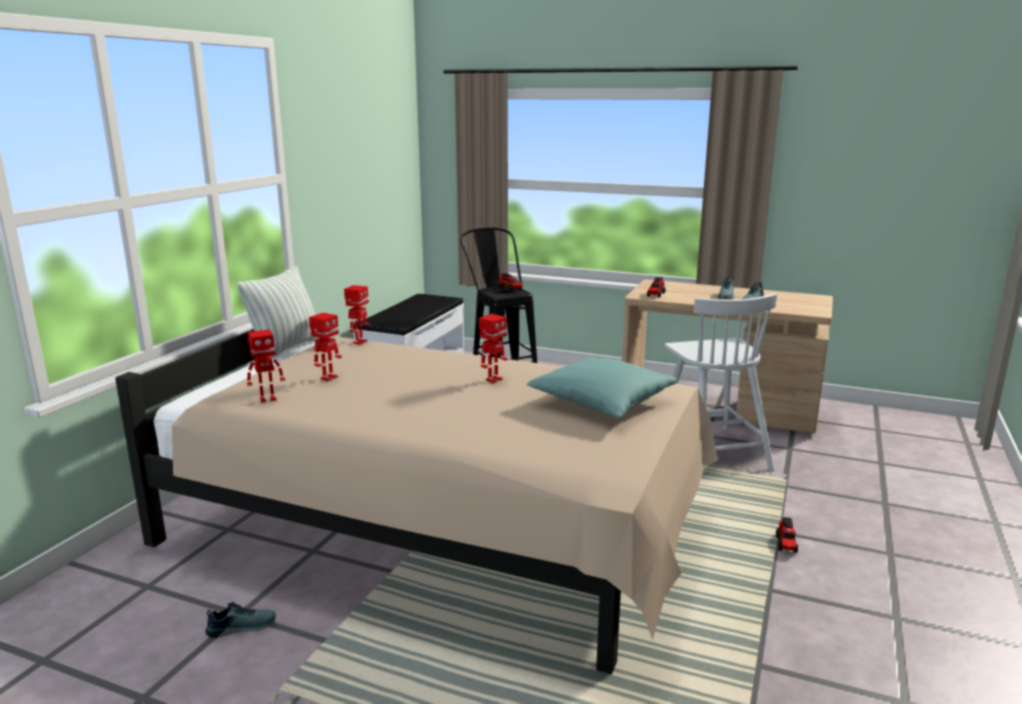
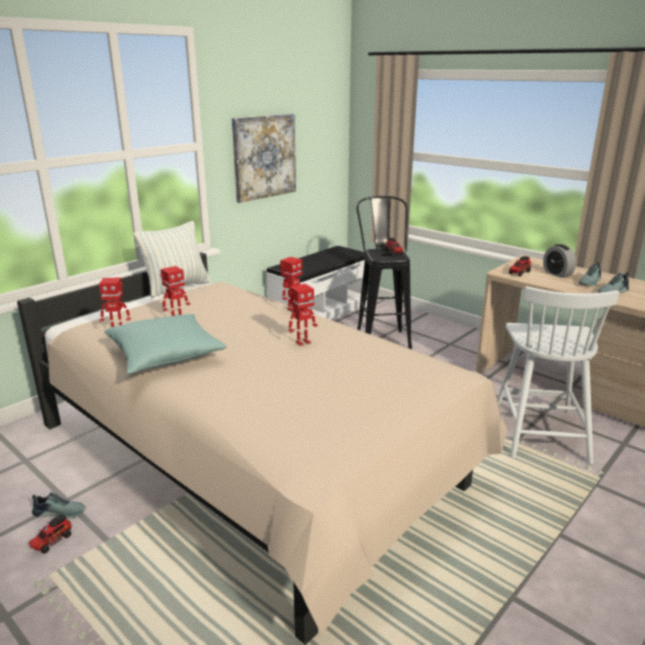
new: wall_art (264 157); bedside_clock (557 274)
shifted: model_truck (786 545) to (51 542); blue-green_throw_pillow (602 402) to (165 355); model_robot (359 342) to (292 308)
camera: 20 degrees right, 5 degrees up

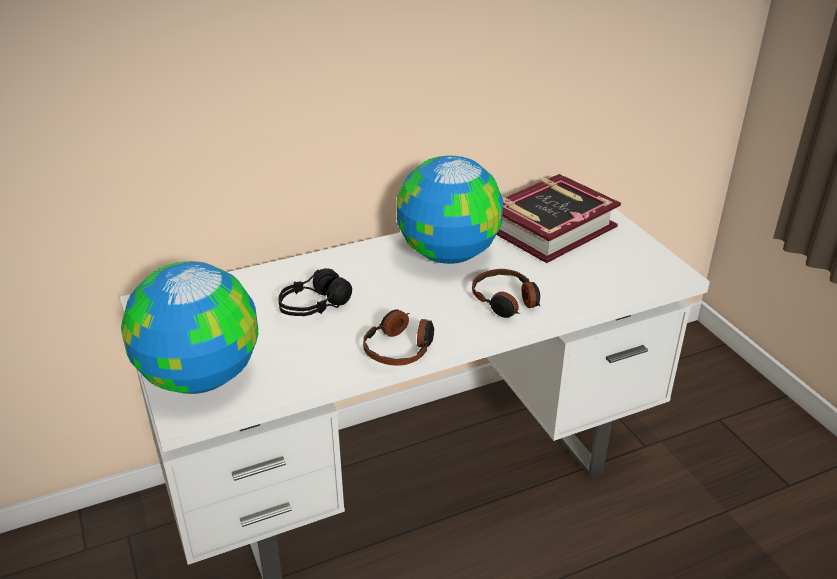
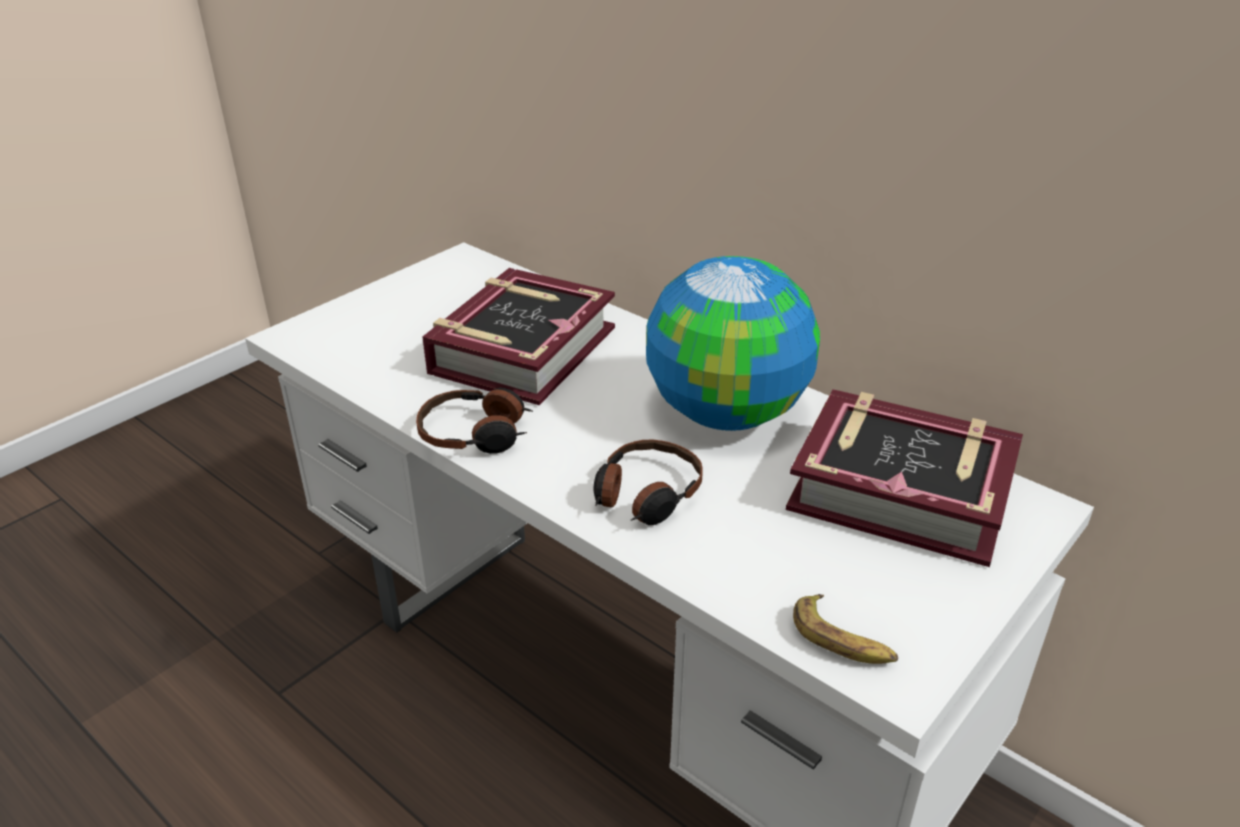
gone: desk_globe (199 377)
new: banana_fruit (842 640)
swapped: blackish_headset (314 306) to bound_book (522 350)
camera: 65 degrees right, 0 degrees up

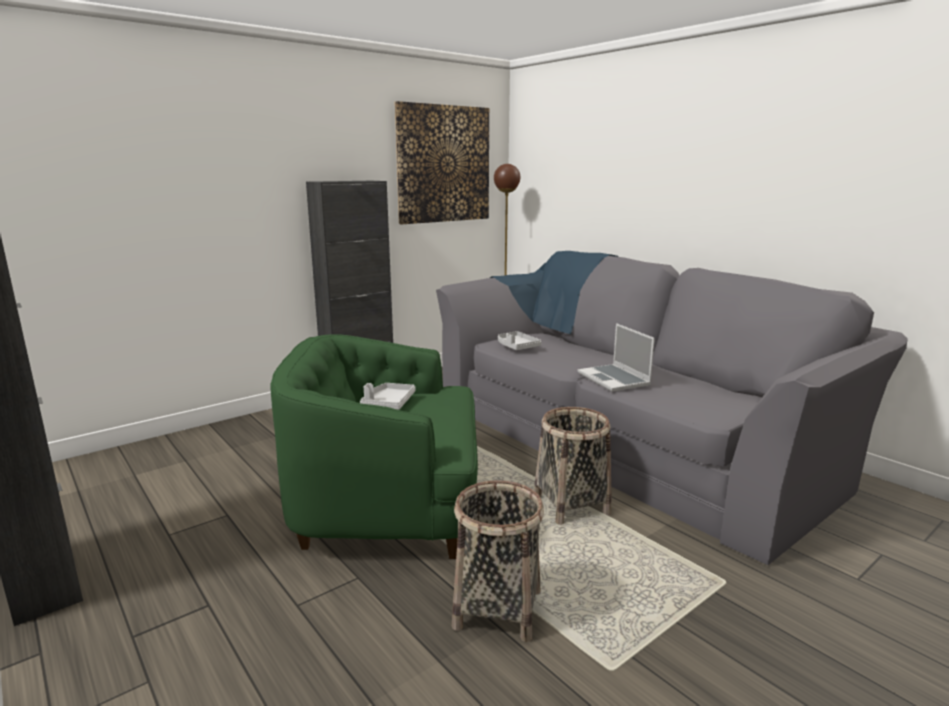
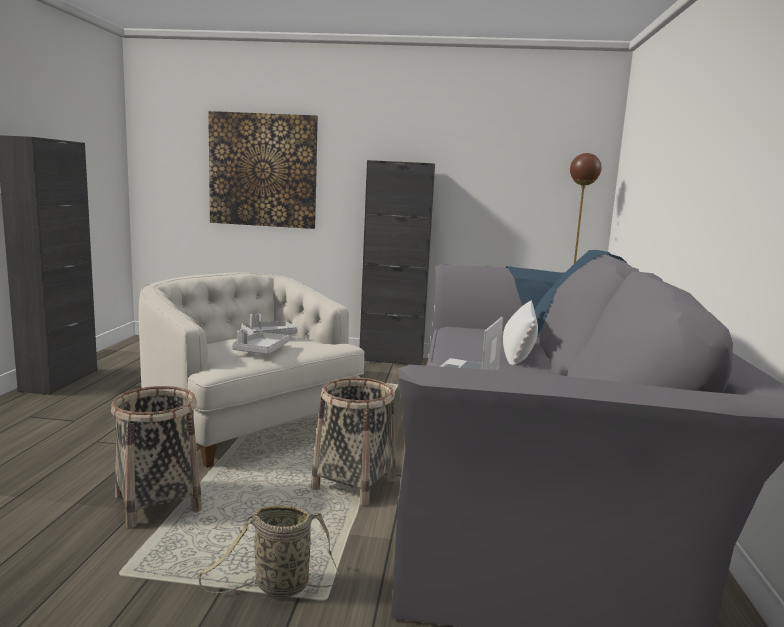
new: basket (277 587); white_throw_pillow (518 352)
shifted: wall_art (443 164) to (263 170); gray_serving_tray (516 347) to (261 350)
repainted: greenish_lounge_chair (390 504) to white_lounge_chair (250 423)
camera: 45 degrees right, 5 degrees down

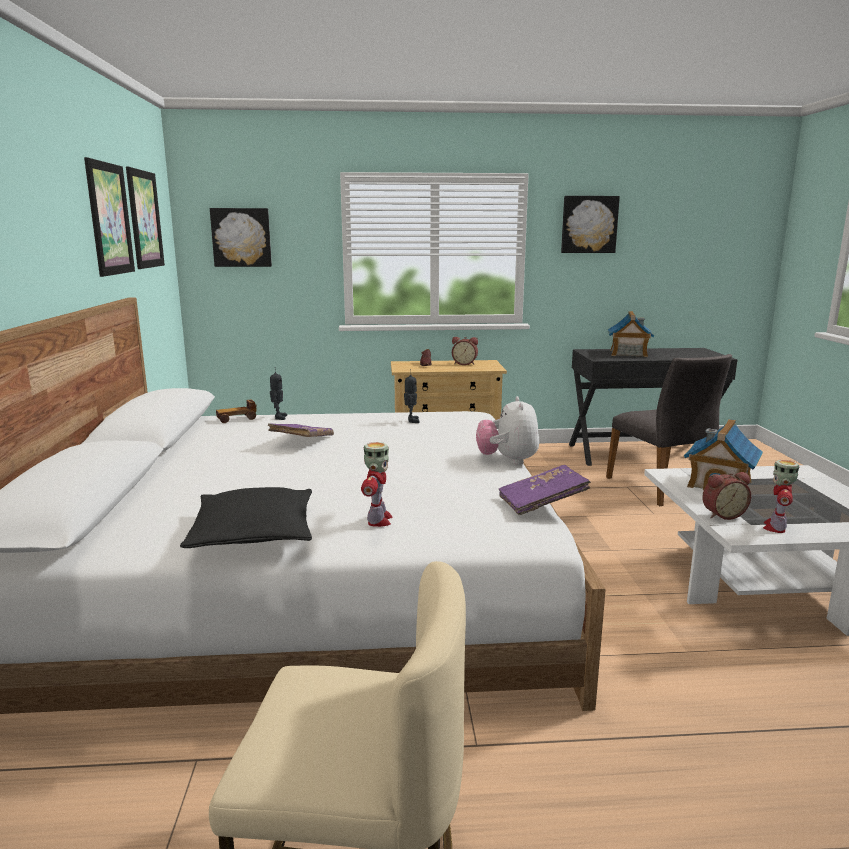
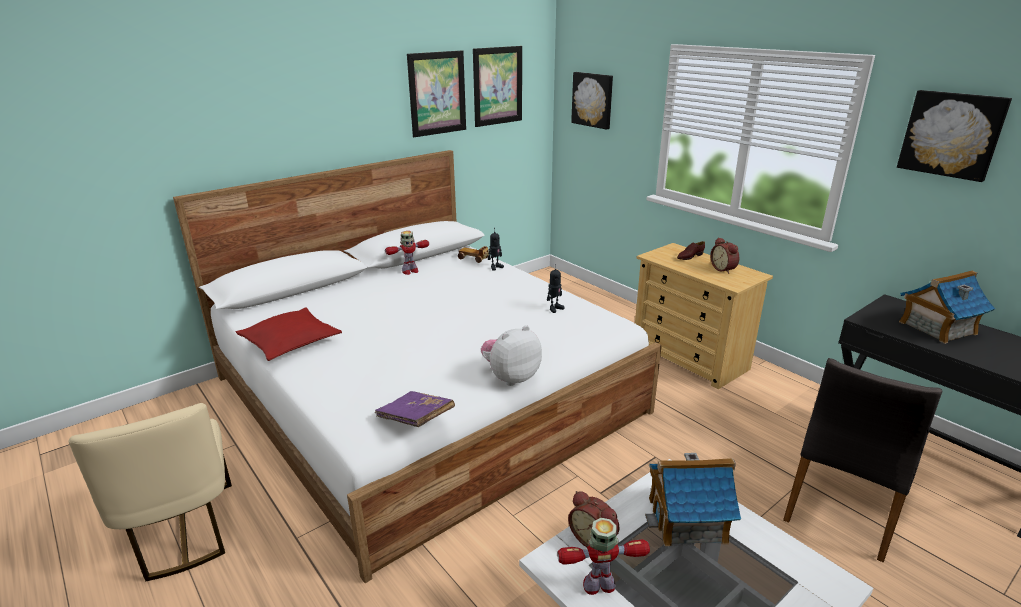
gone: purple_bound_book (302 441)
shifted: model_robot (378 520) to (409 271)
repainted: blackish_throw_pillow (253 533) to reddish_throw_pillow (290 342)
camera: 55 degrees right, 10 degrees up

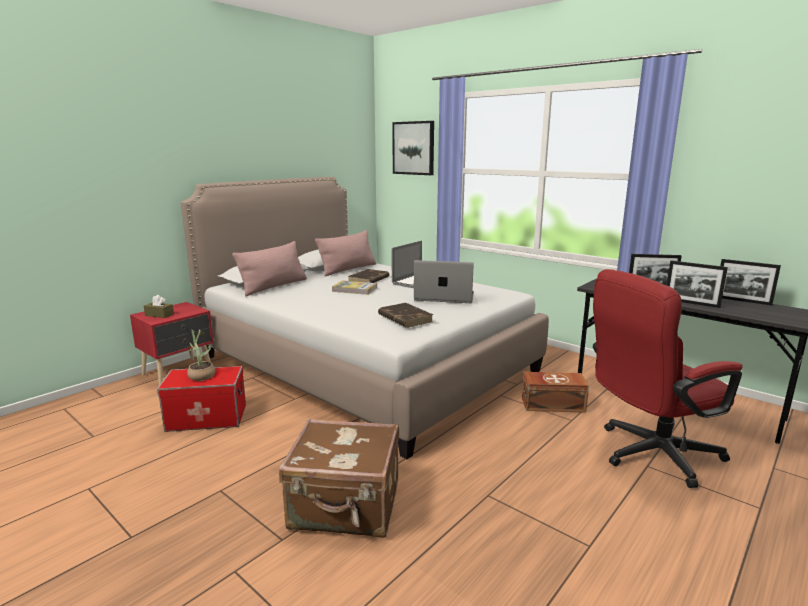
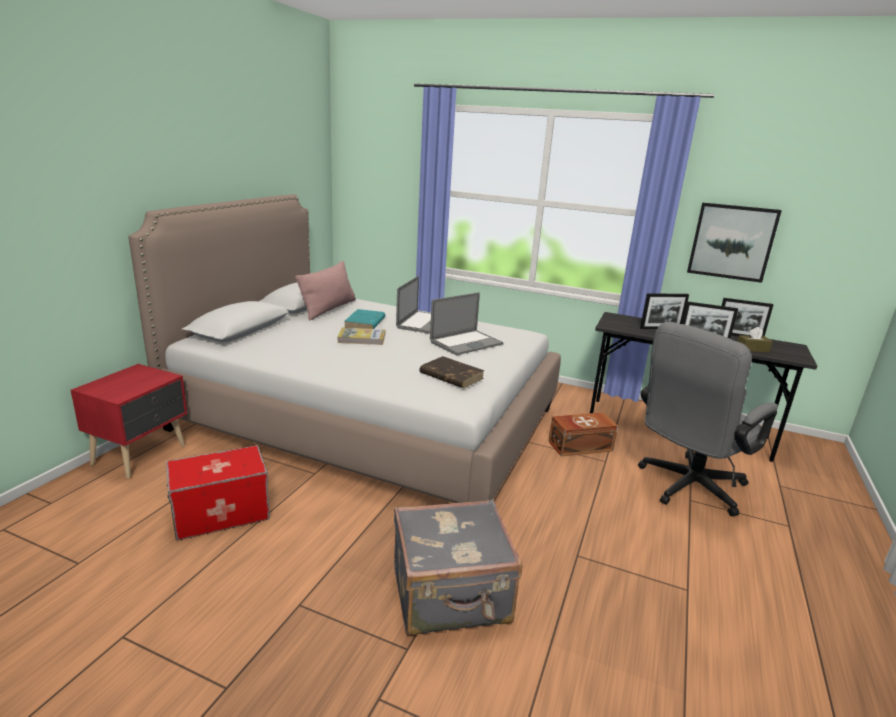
gone: houseplant (201 375); pinkish_throw_pillow (274 286)
shifted: wall_art (413 148) to (731 242); brown-coloured_box_of_tissues (159 315) to (752 349)
repainted: brown-coloured_bound_book (368 279) to blue-green_bound_book (365 323); brown-coloured_travel_case (346 507) to gray_travel_case (451 596); reddish_desk_chair (649 454) to gray_desk_chair (686 488)
rotated: portable_computer (444 297) = (466 343) 150 degrees clockwise
camera: 20 degrees left, 5 degrees up

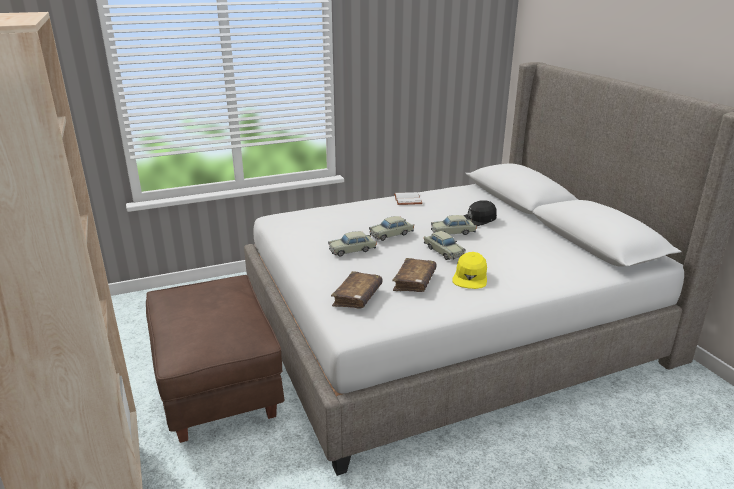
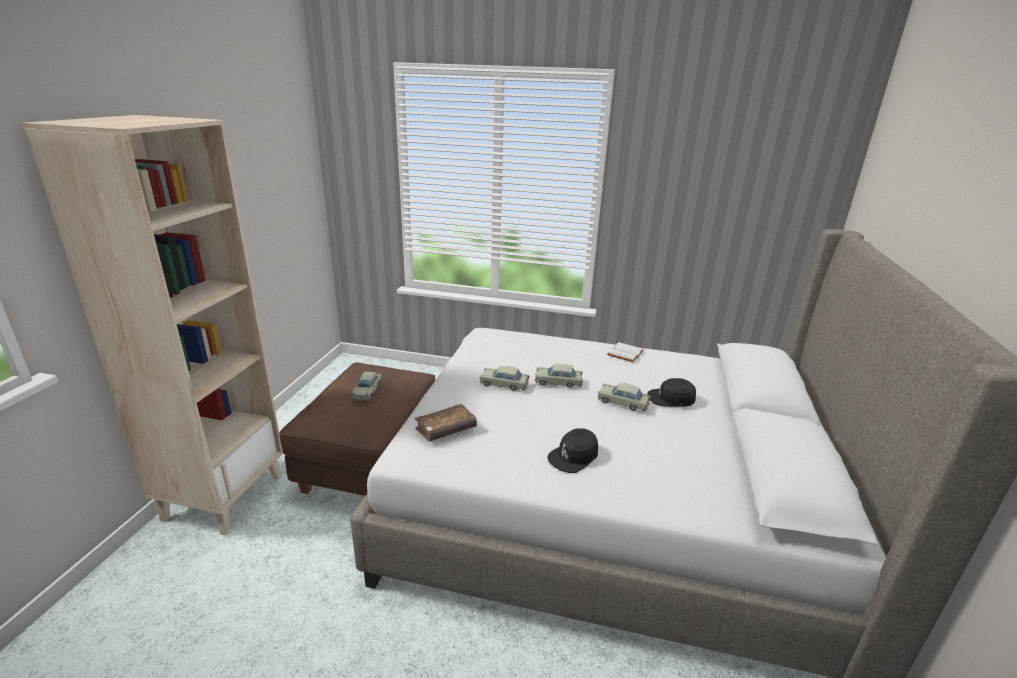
gone: brown-coloured_bound_book (414 281)
shifted: beige-coloured_toy_car (443 251) to (367 391)
repainted: yellowish_baseball_cap (470 277) to blackish_baseball_cap (573 456)
camera: 35 degrees right, 0 degrees up

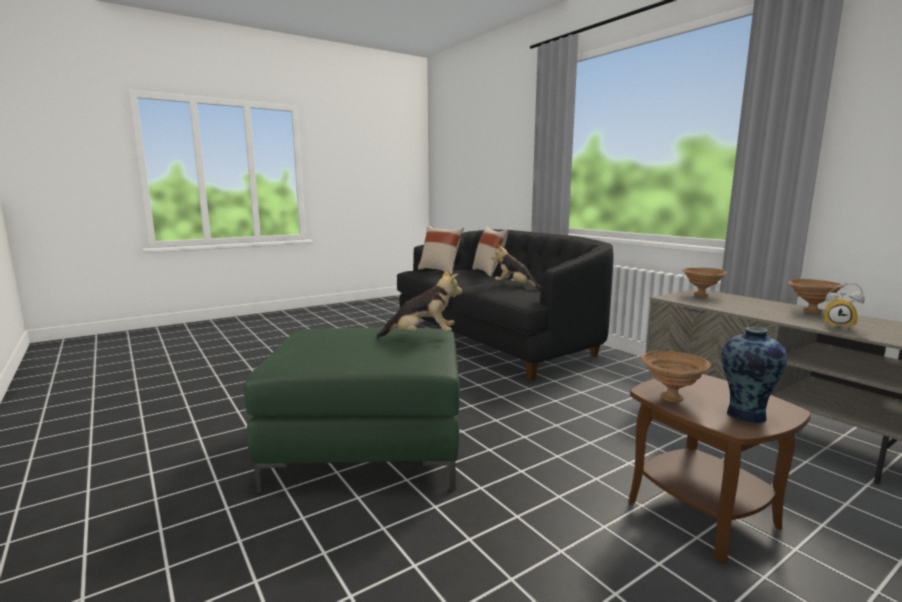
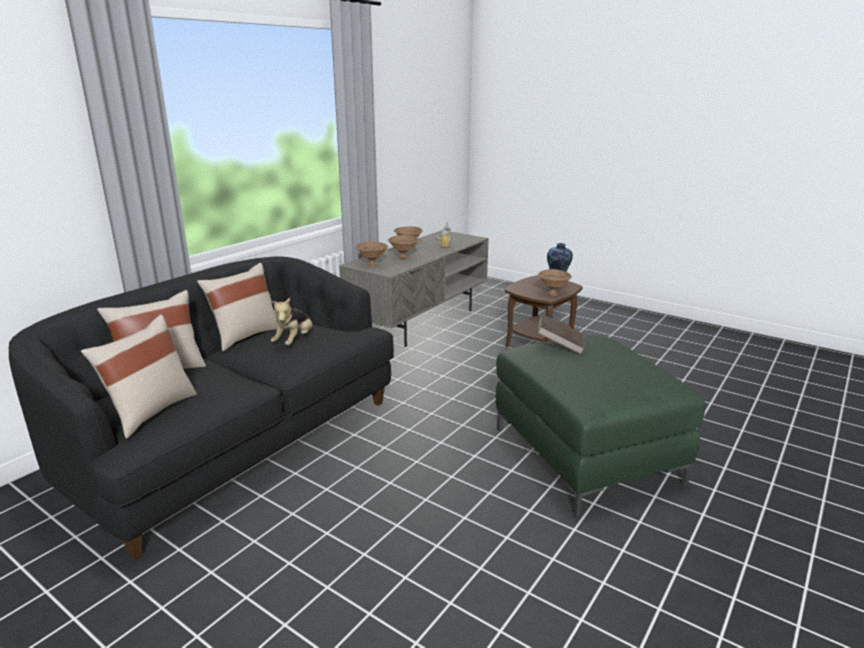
new: beige-coloured_throw_pillow (245 336); brown-coloured_serving_bowl (404 257)
swapped: cuddly_toy (422 336) to brown-coloured_bound_book (560 345)
camera: 110 degrees left, 10 degrees up

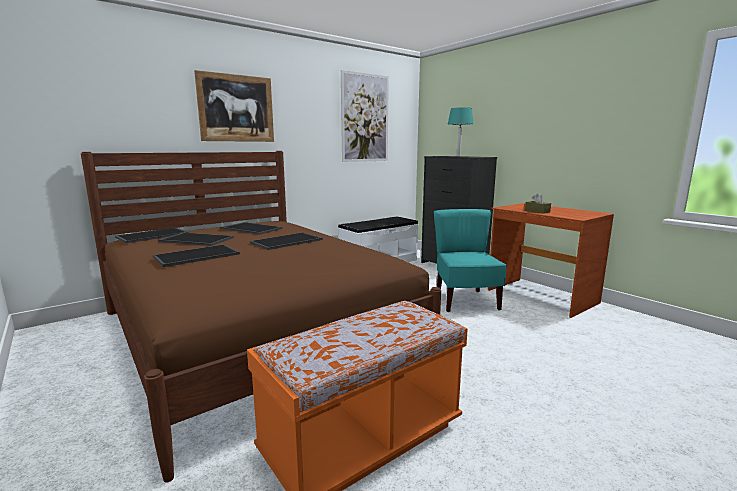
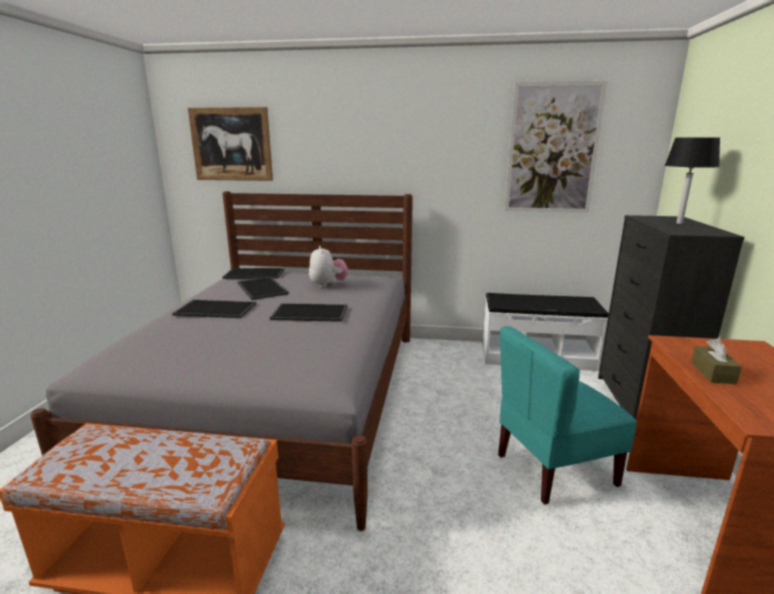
shifted: wall_art (236 108) to (231 144)
swapped: serving_tray (250 229) to cuddly_toy (328 285)
repainted: brown-coloured_sleeping_bed (253 334) to gray_sleeping_bed (281 396); blue-green_table_lamp (458 156) to blackish_table_lamp (679 223)
rotated: blue-green_upright_chair (465 301) = (554 469) 150 degrees counterclockwise
camera: 45 degrees right, 5 degrees up

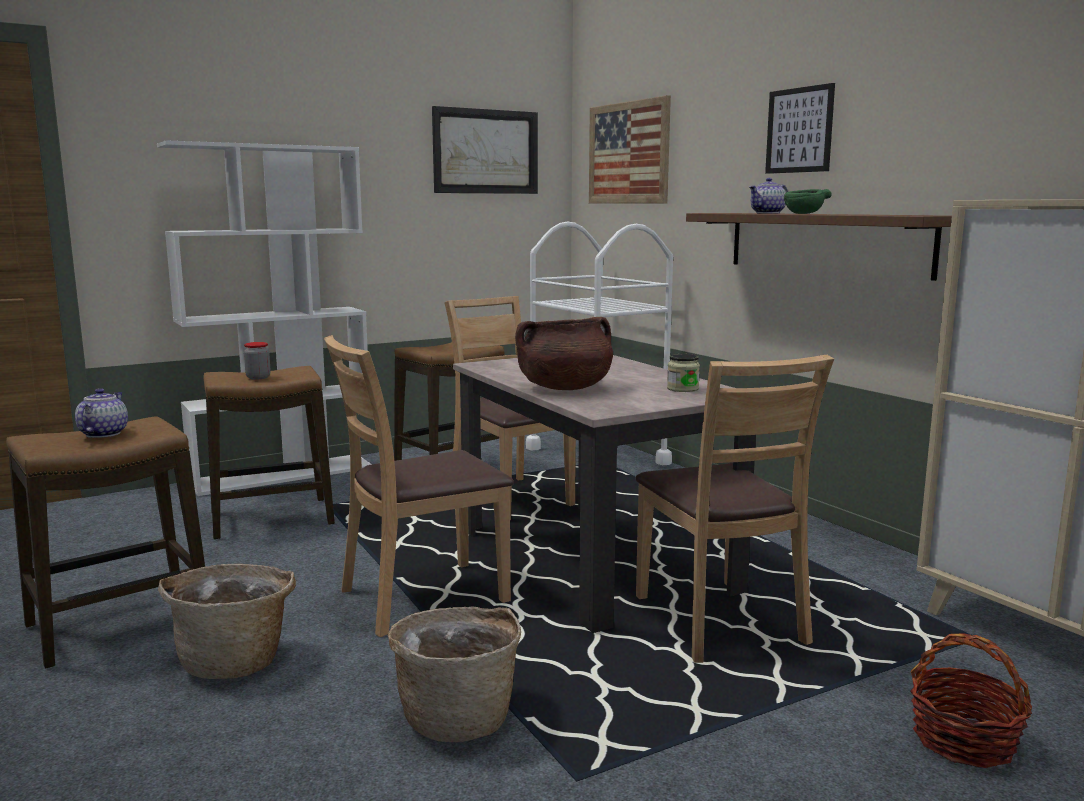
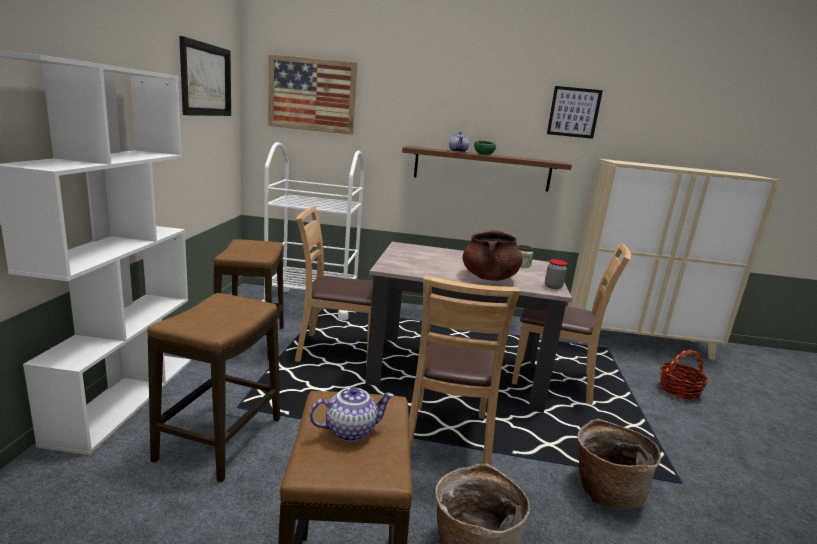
shifted: storage_jar (258 377) to (553 286); wall_art (799 130) to (574 112)
rotated: pot_for_tea (102 434) = (350 430) 120 degrees clockwise
camera: 55 degrees left, 5 degrees up

